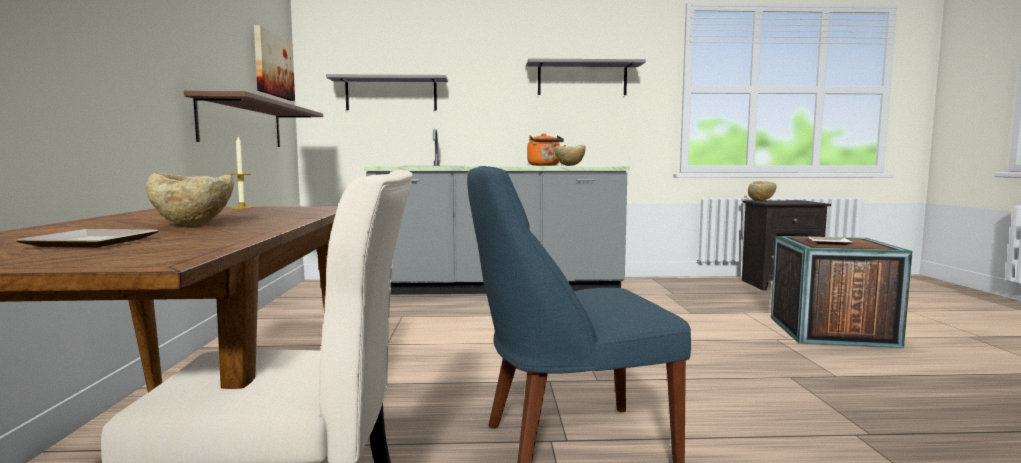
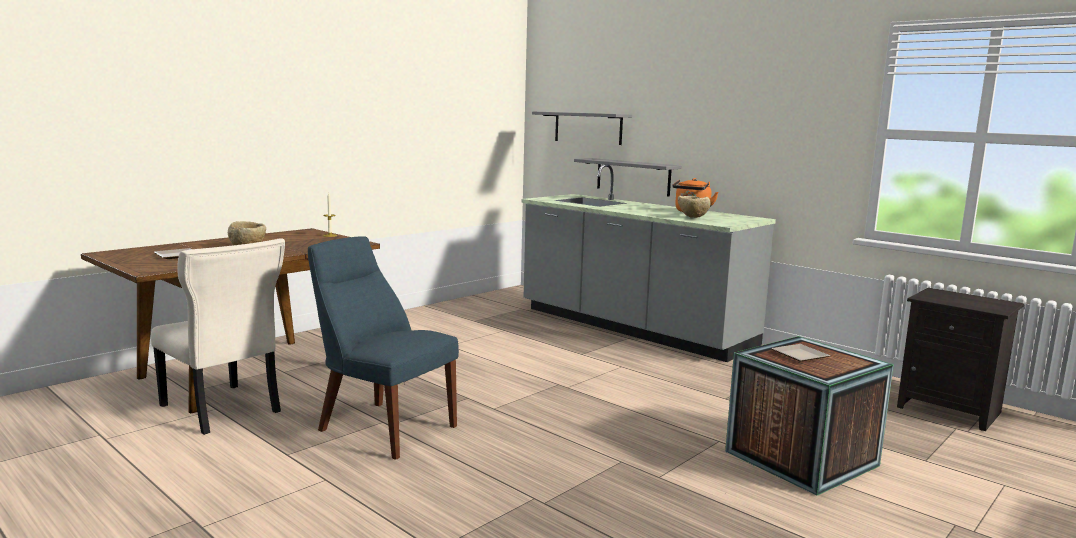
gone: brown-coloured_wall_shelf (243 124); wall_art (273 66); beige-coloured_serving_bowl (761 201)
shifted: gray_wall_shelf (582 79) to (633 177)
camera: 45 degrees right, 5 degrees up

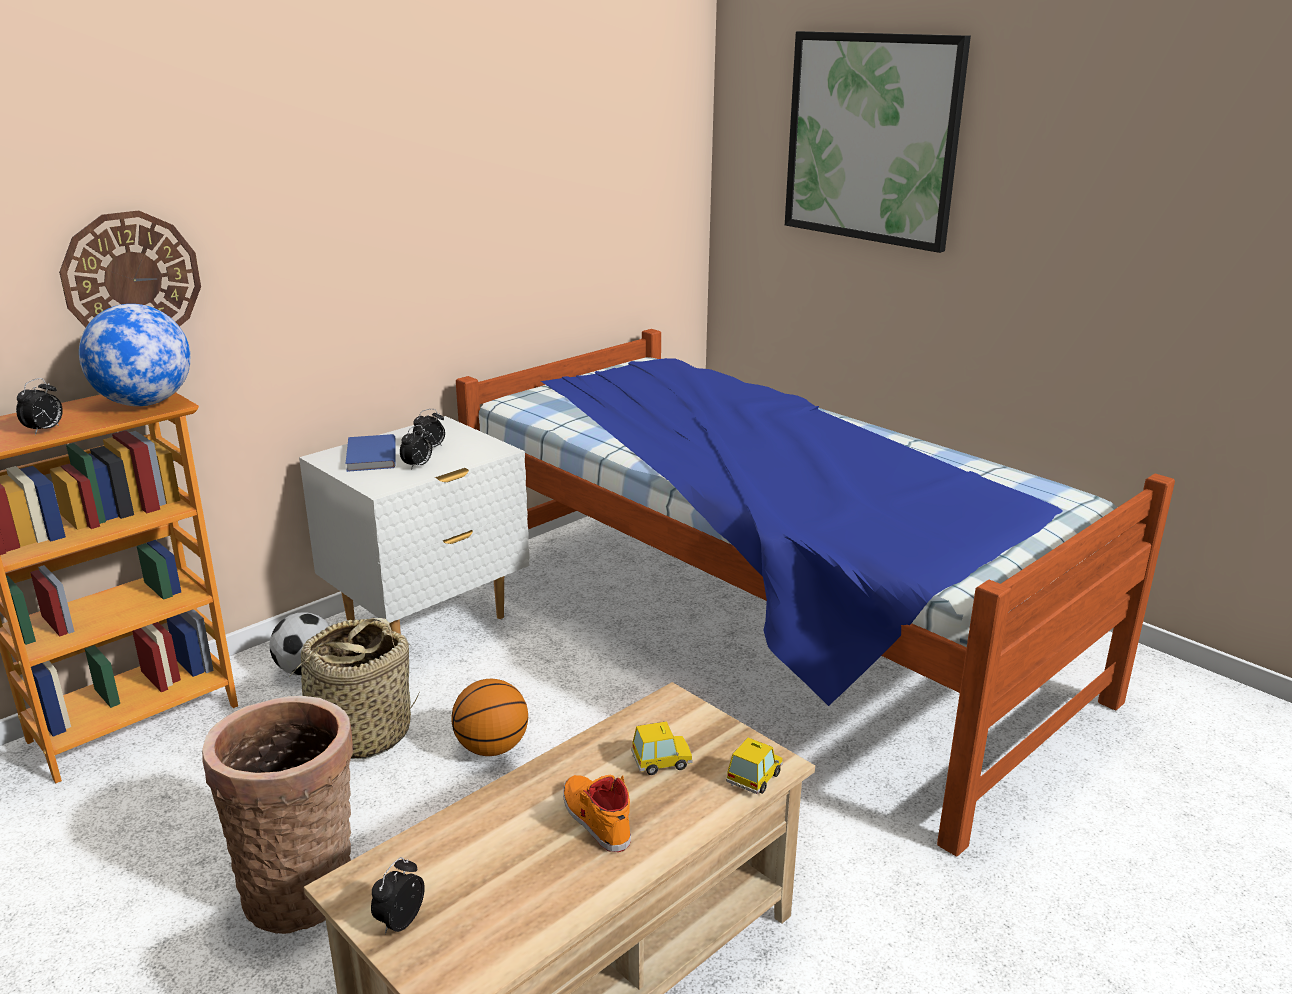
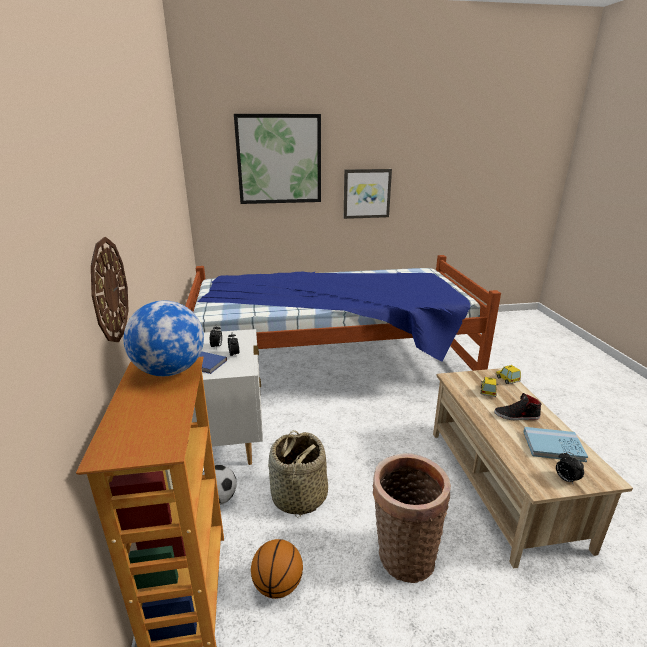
gone: bedside_clock (45 430)
new: wall_art (366 193); blue_bound_book (553 446)
shifted: basketball_ball (492 748) to (278 585)
repainted: orange_shoe (595 818) to blackish_shoe (516 416)
camera: 55 degrees left, 0 degrees up

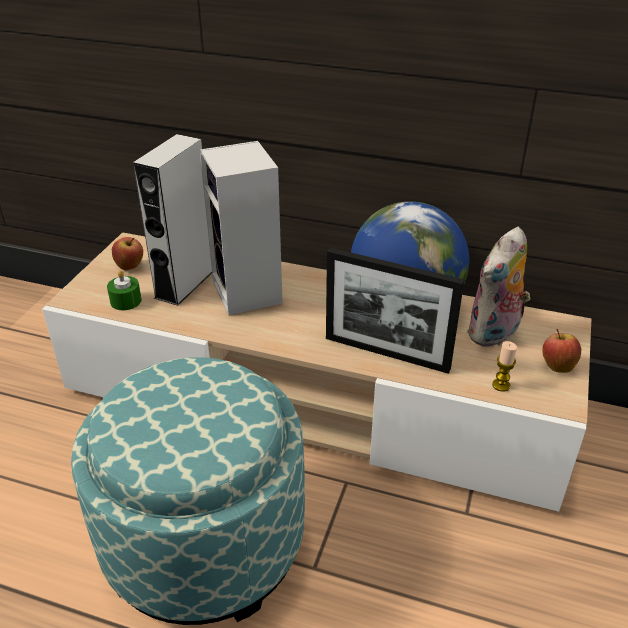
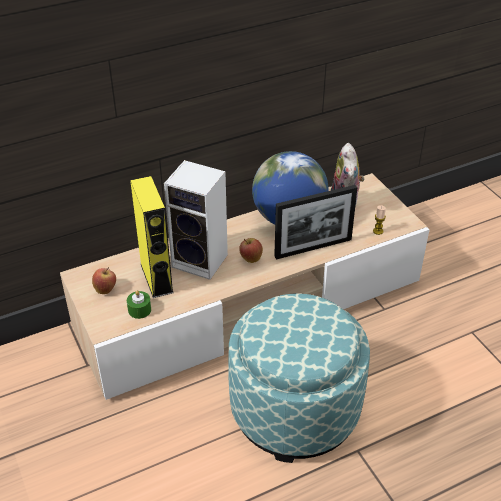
shifted: whole_apple (557 366) to (250 259)
repainted: gray_speaker (185 283) to yellowish_speaker (156 278)
camera: 45 degrees left, 5 degrees up

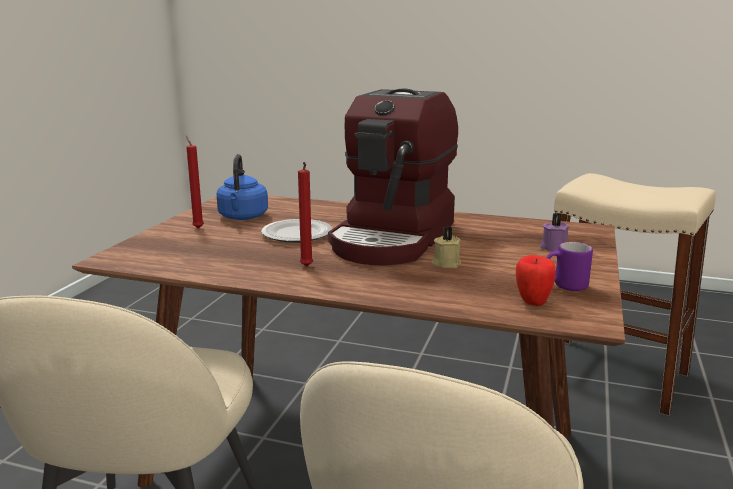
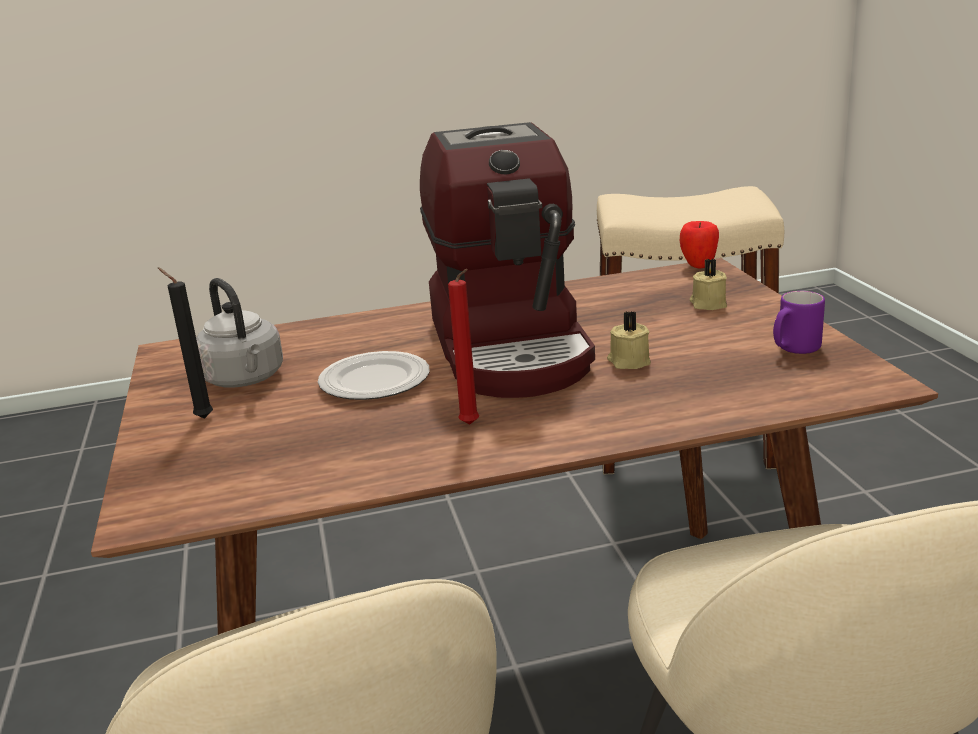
shifted: whole_apple (532 302) to (698 266)
repainted: reddish_wax_light (197 228) to blackish_wax_light (201 418); blue_kettle (242 217) to gray_kettle (245 379); purple_wax_light (553 247) to beige-coloured_wax_light (708 304)
camera: 30 degrees left, 5 degrees up

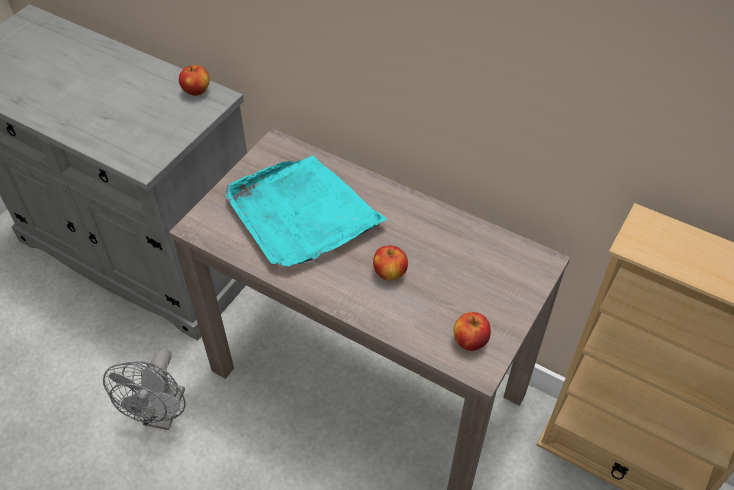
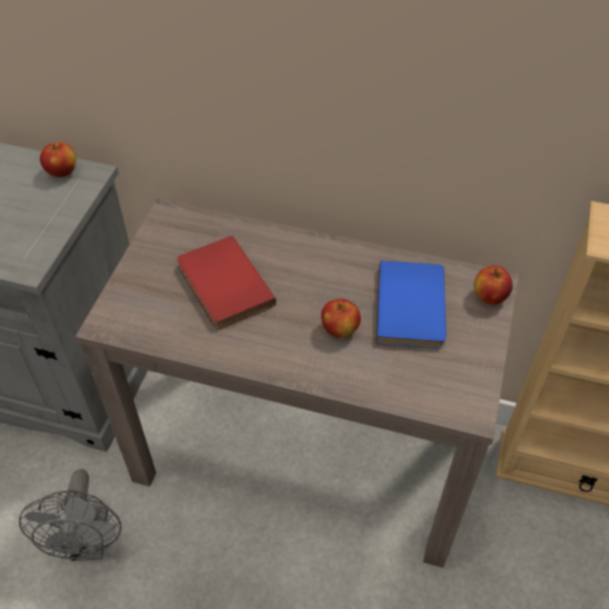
new: blue_bound_book (414 307)
shifted: whole_apple (470 341) to (489 297)
swapped: blue-green_serving_tray (301 214) to reddish_bound_book (222 286)
camera: 15 degrees left, 0 degrees up

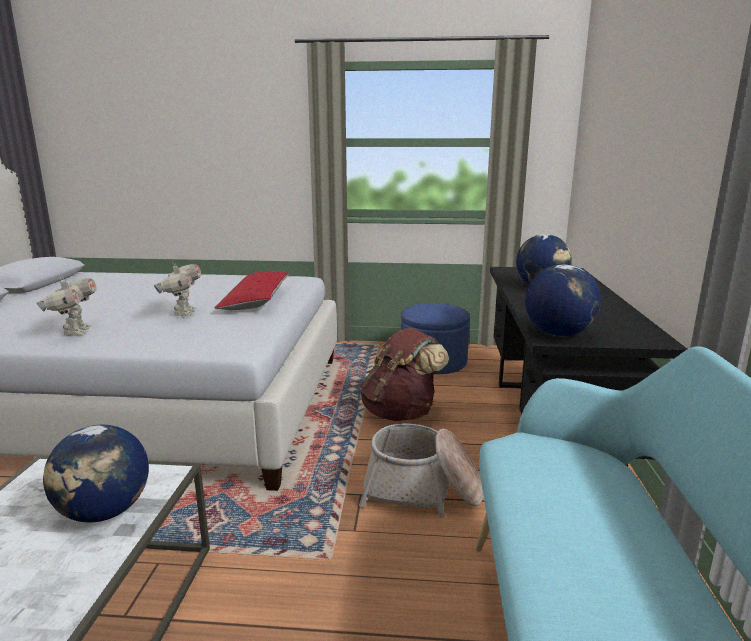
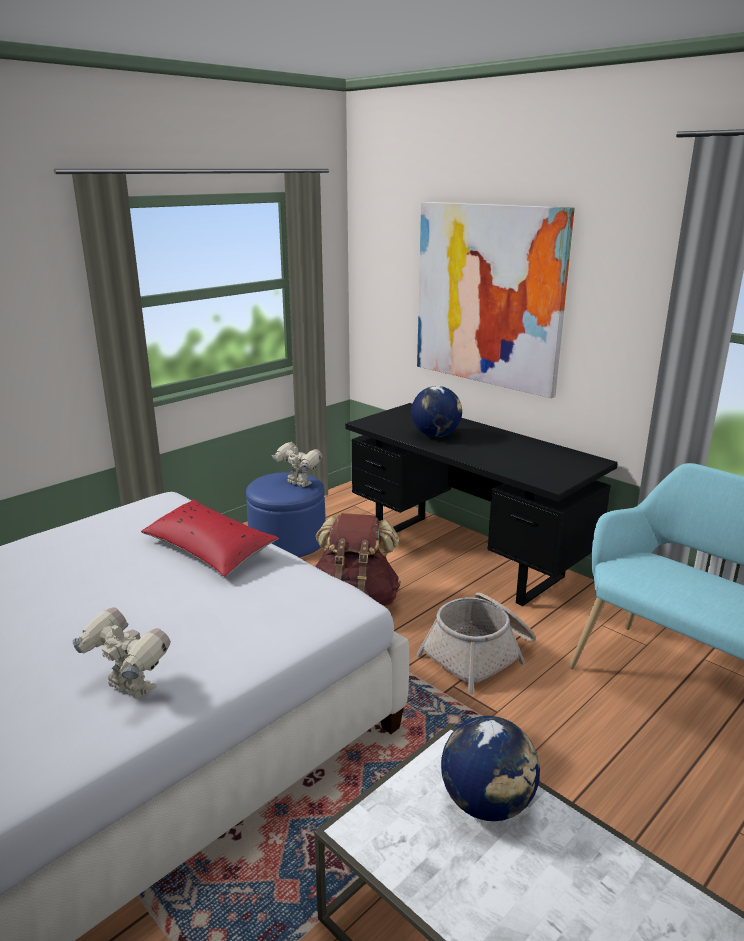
gone: desk_globe (558 334)
new: wall_art (488 296)
shifted: model_robot (183 313) to (298 484)
camera: 50 degrees left, 5 degrees up

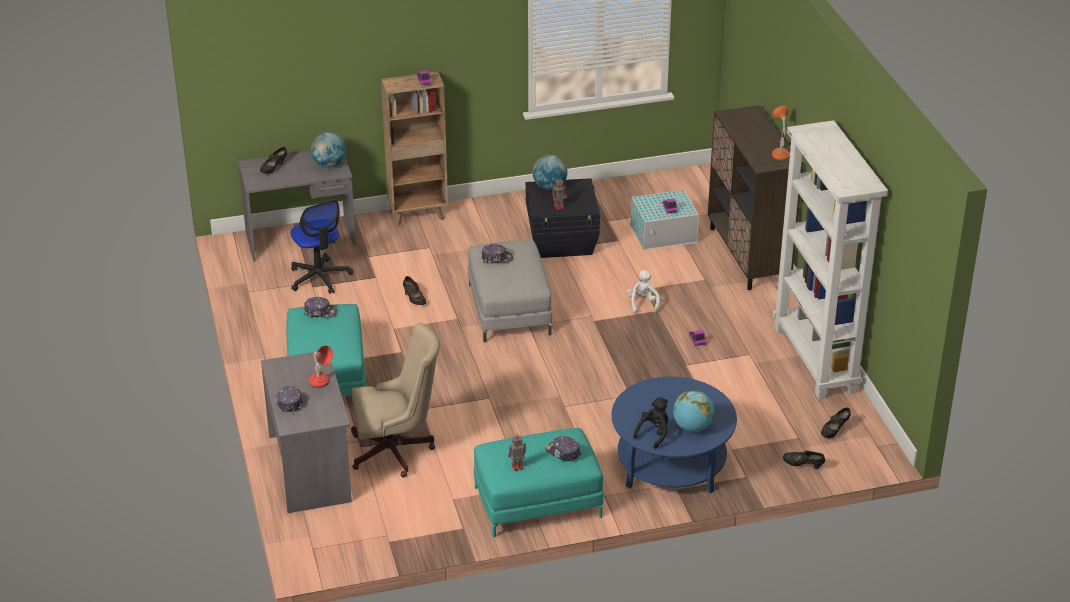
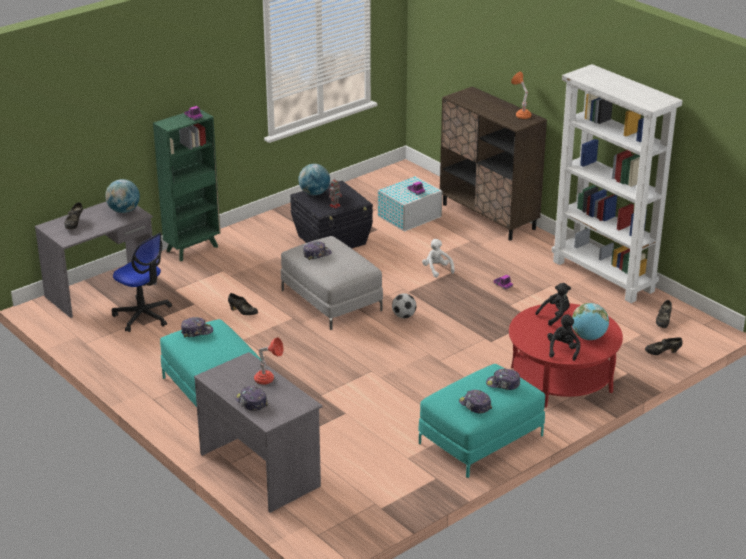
gone: beige-coloured_desk_chair (396 451)
new: ball_for_football (404 316); blackish_cuddly_toy (555 316)
swapped: model_robot (516 466) to baseball_cap (475 405)
repainted: brown-coloured_shelving_unit (418 215) to greenish_shelving_unit (193 248); blue_lounge_table (671 462) to reddish_lounge_table (561 379)
camera: 25 degrees left, 5 degrees down

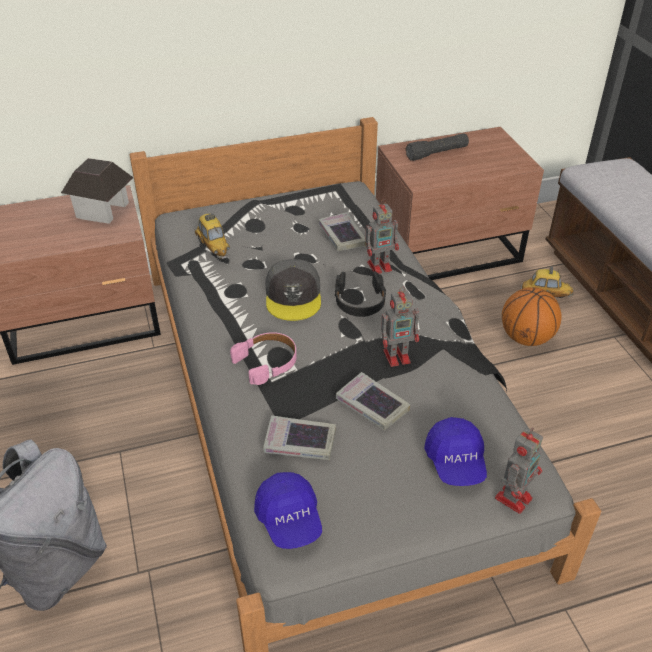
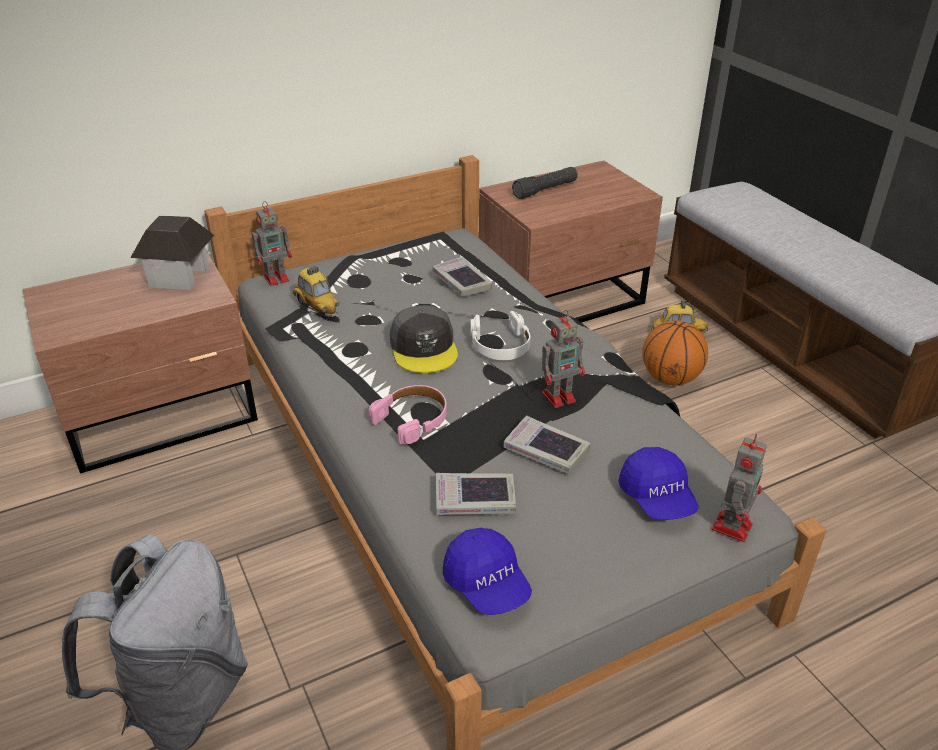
shifted: model_robot (380 266) to (277 278)
repainted: blackish_headset (360 301) to white_headset (500 345)
camera: 10 degrees left, 5 degrees down

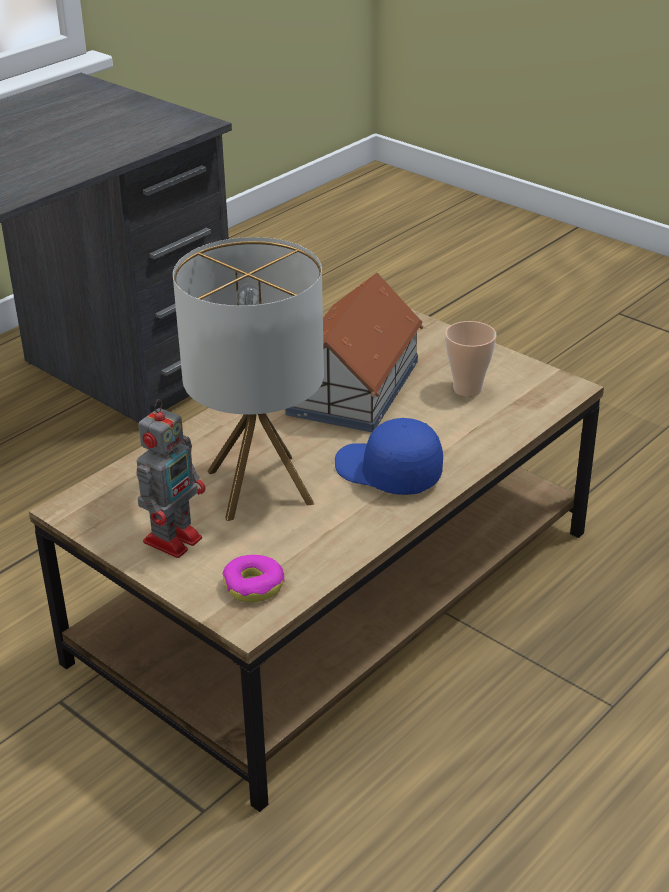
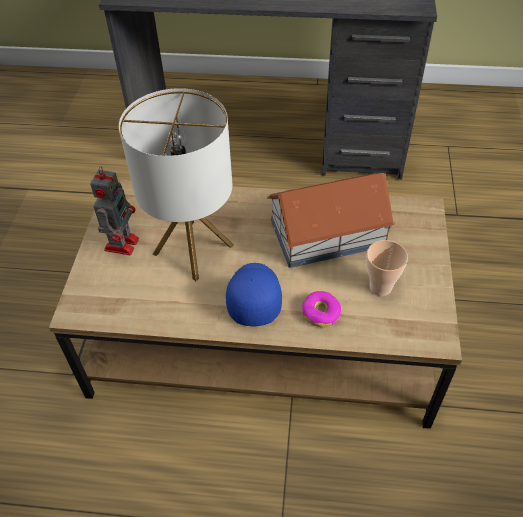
shifted: doughnut (254 586) to (321 313)
rotated: model_robot (174 538) = (122 243) 75 degrees counterclockwise
camera: 55 degrees right, 15 degrees up

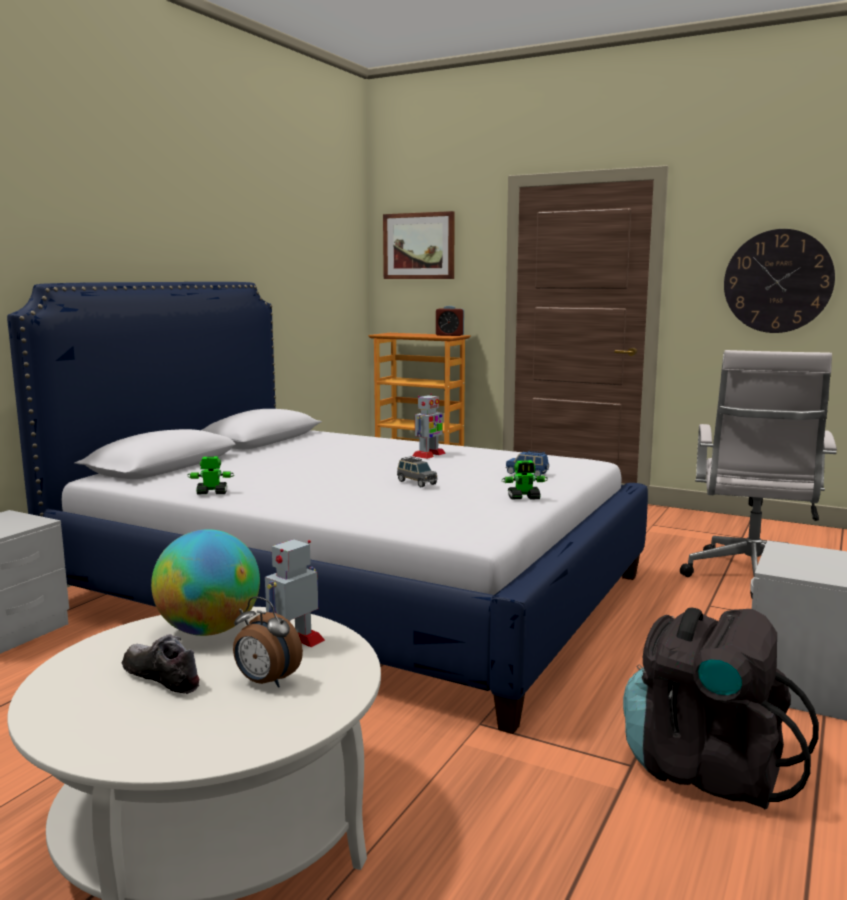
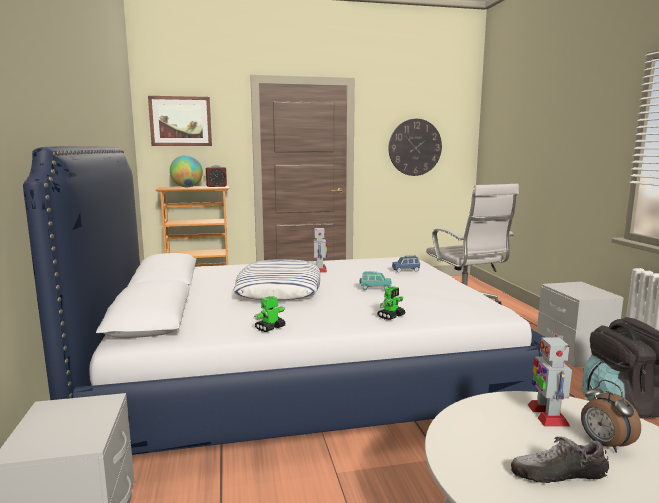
new: throw_pillow (279 288)
shifted: desk_globe (209 630) to (187 187); model_robot (524 498) to (391 316)
repainted: gray_toy_car (416 482) to blue-green_toy_car (375 288)
rotated: bedside_clock (265 682) = (604 444) 75 degrees clockwise
camera: 40 degrees left, 0 degrees up

